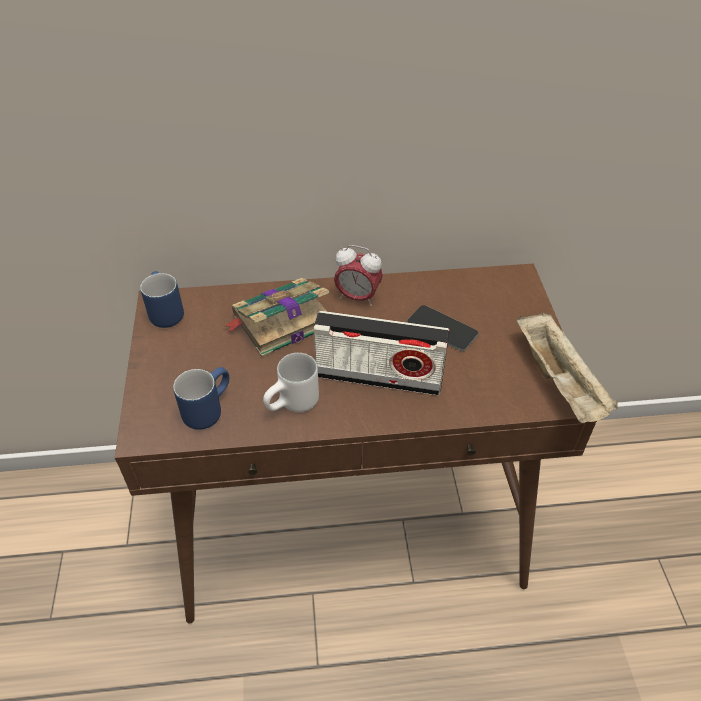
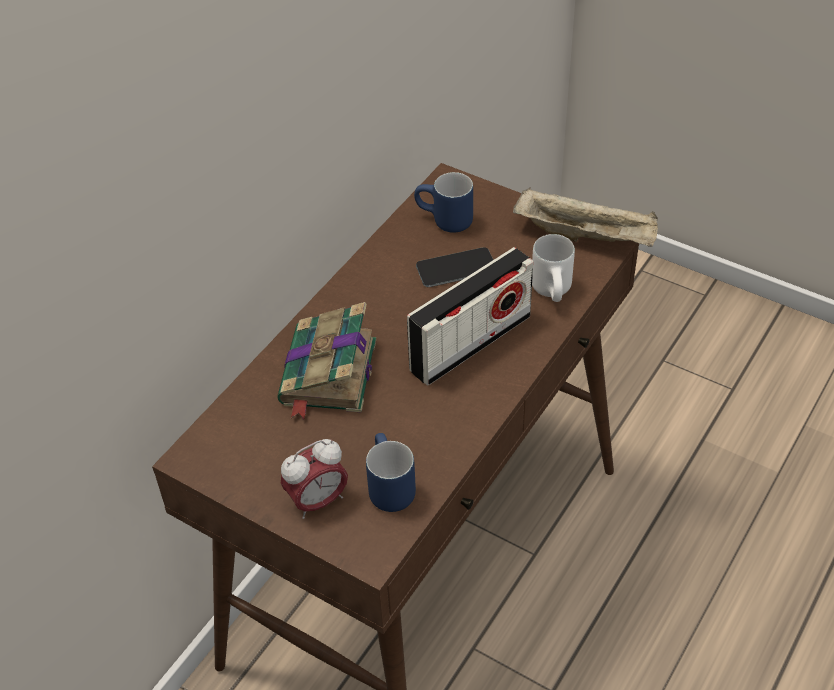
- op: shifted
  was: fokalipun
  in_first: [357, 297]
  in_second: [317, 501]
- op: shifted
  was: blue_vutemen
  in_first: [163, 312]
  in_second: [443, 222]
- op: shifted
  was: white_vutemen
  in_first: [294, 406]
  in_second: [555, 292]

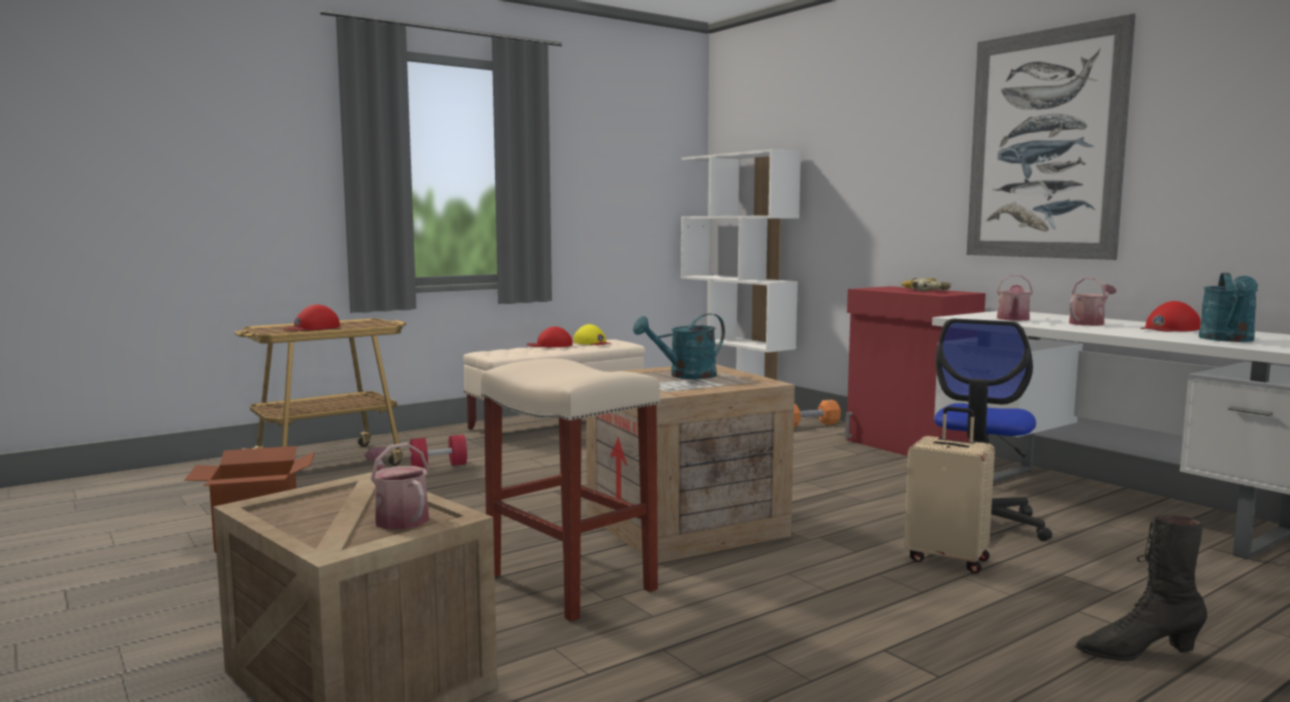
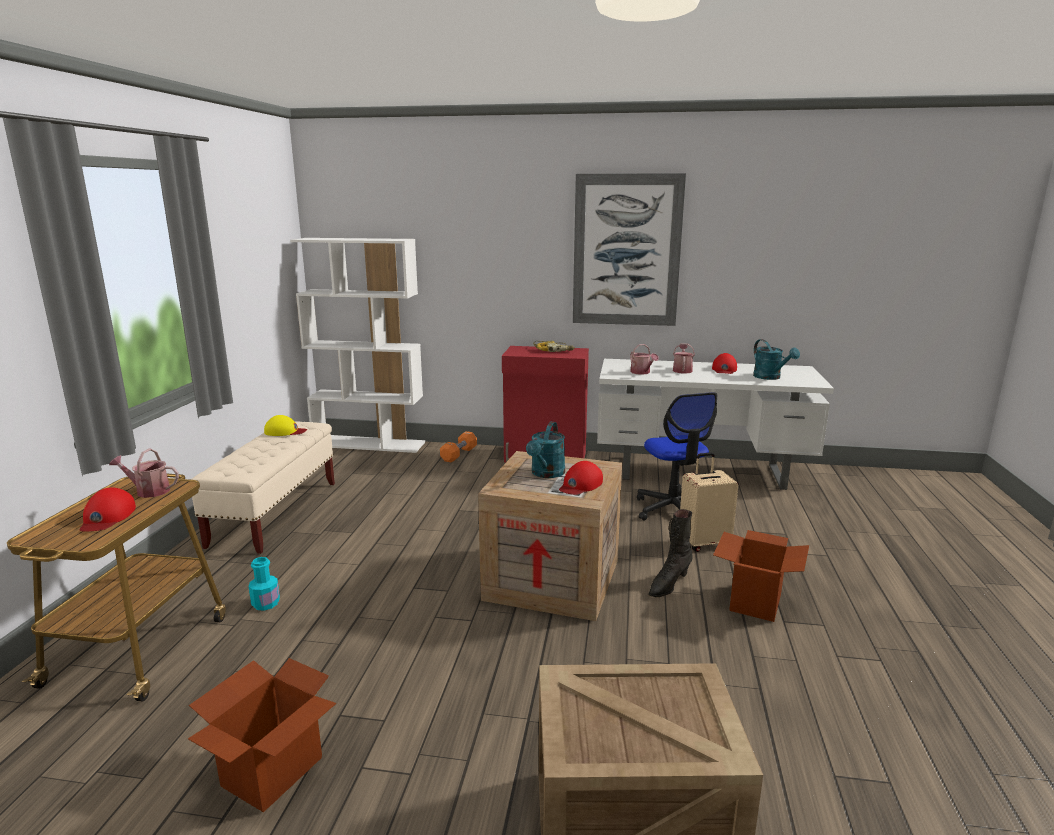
- op: shifted
  was: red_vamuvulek
  in_first: [550, 345]
  in_second: [580, 484]
- op: gone
  was: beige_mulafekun
  in_first: [573, 583]
- op: swapped
  was: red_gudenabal
  now: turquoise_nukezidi
  in_first: [438, 466]
  in_second: [266, 603]
- op: shifted
  was: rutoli
  in_first: [398, 518]
  in_second: [149, 491]
- op: shifted
  was: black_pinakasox
  in_first: [1137, 652]
  in_second: [668, 585]
- op: new
  now: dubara
  in_second: [755, 602]

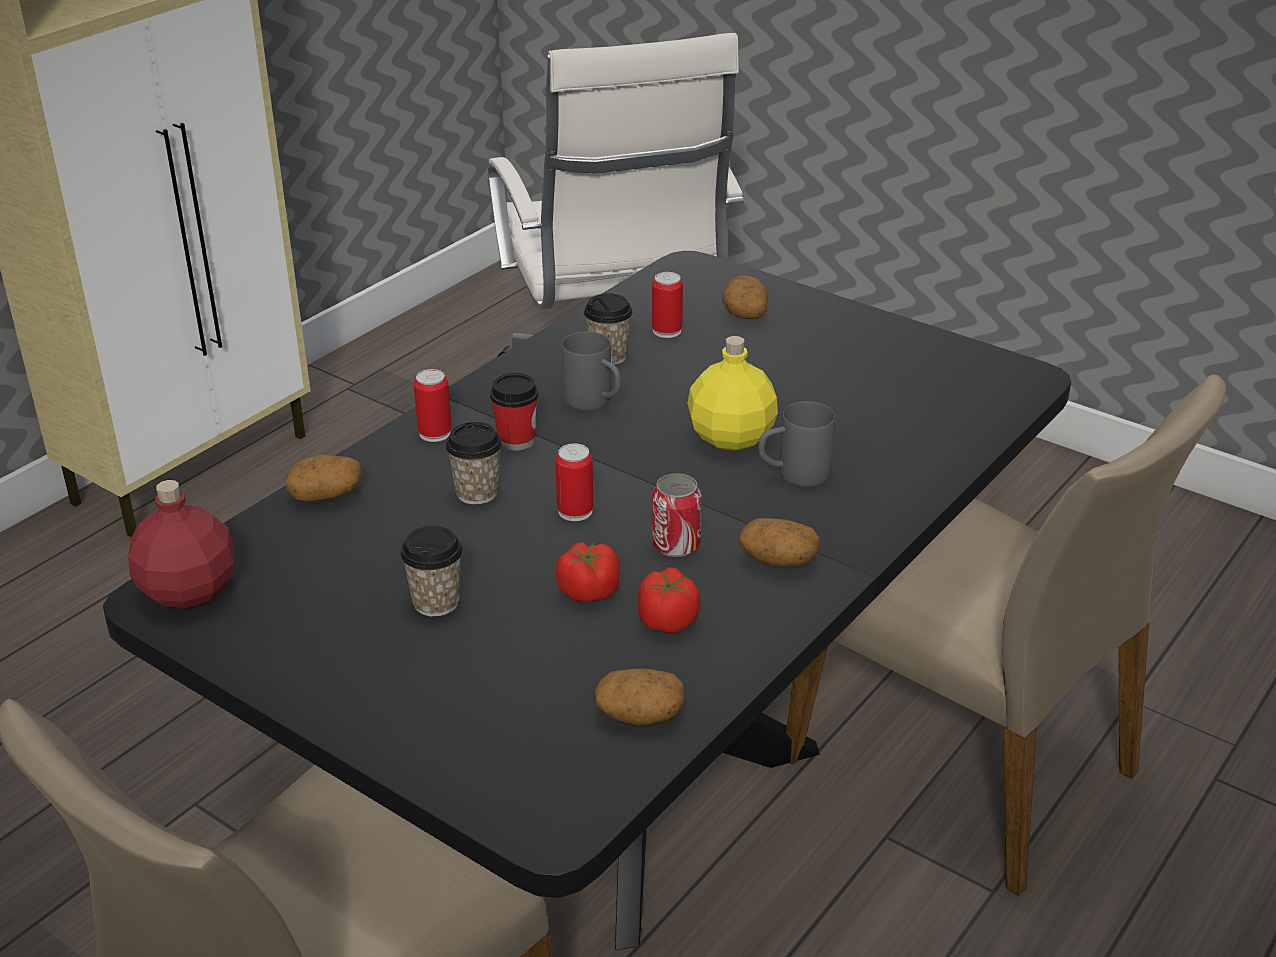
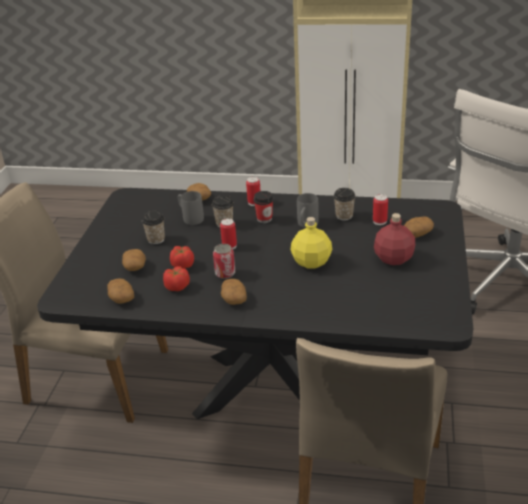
- op: shifted
  was: grey_vutemen
  in_first: [792, 475]
  in_second: [190, 218]
- op: shifted
  was: red_nukezidi
  in_first: [190, 590]
  in_second: [394, 259]
- op: new
  now: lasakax
  in_second: [135, 267]

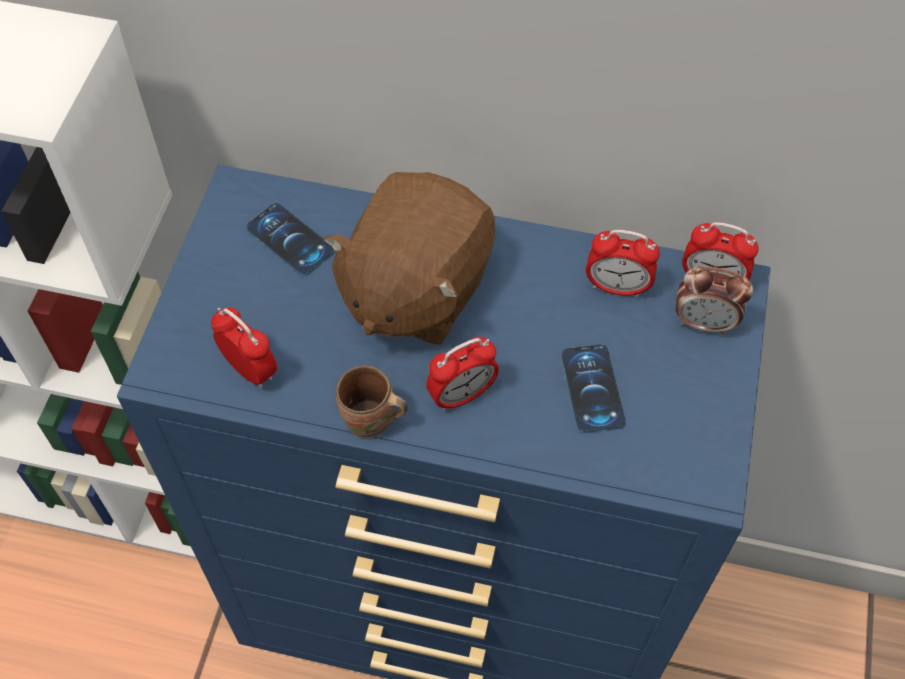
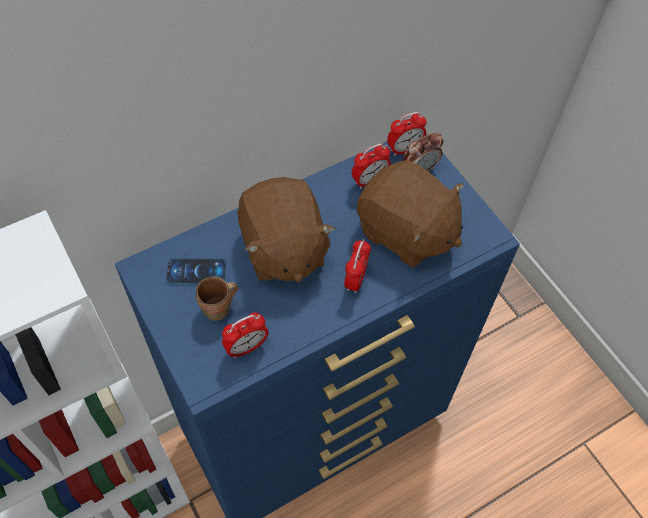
- op: rotated
  was: fokalipun
  in_first: [250, 369]
  in_second: [246, 347]
  clockwise: 150
- op: swapped
  was: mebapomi
  now: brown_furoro
  in_first: [592, 389]
  in_second: [406, 233]
- op: shifted
  was: brown_vutemen
  in_first: [370, 423]
  in_second: [219, 309]

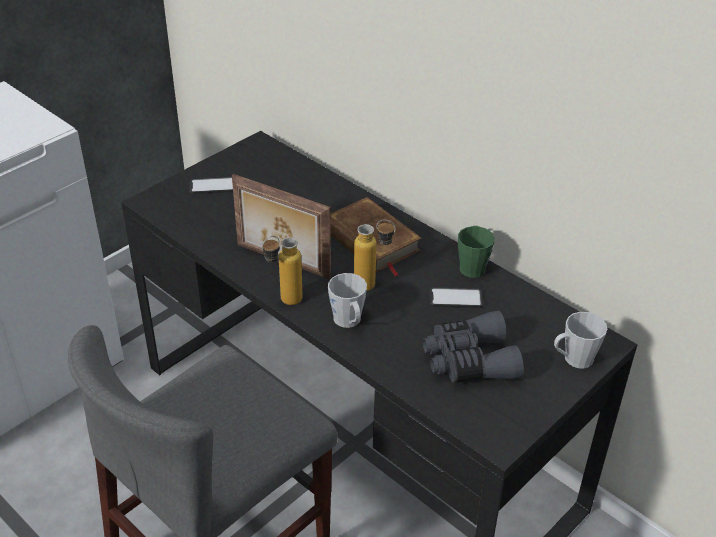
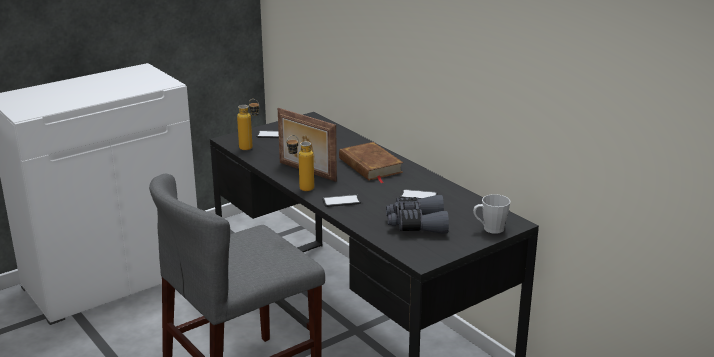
- op: shifted
  was: nukezidi
  in_first: [373, 286]
  in_second: [250, 149]
- op: gone
  was: green_vutemen
  in_first: [472, 265]
- op: swapped
  was: grey_vutemen
  now: mebapomi
  in_first: [349, 322]
  in_second: [341, 201]

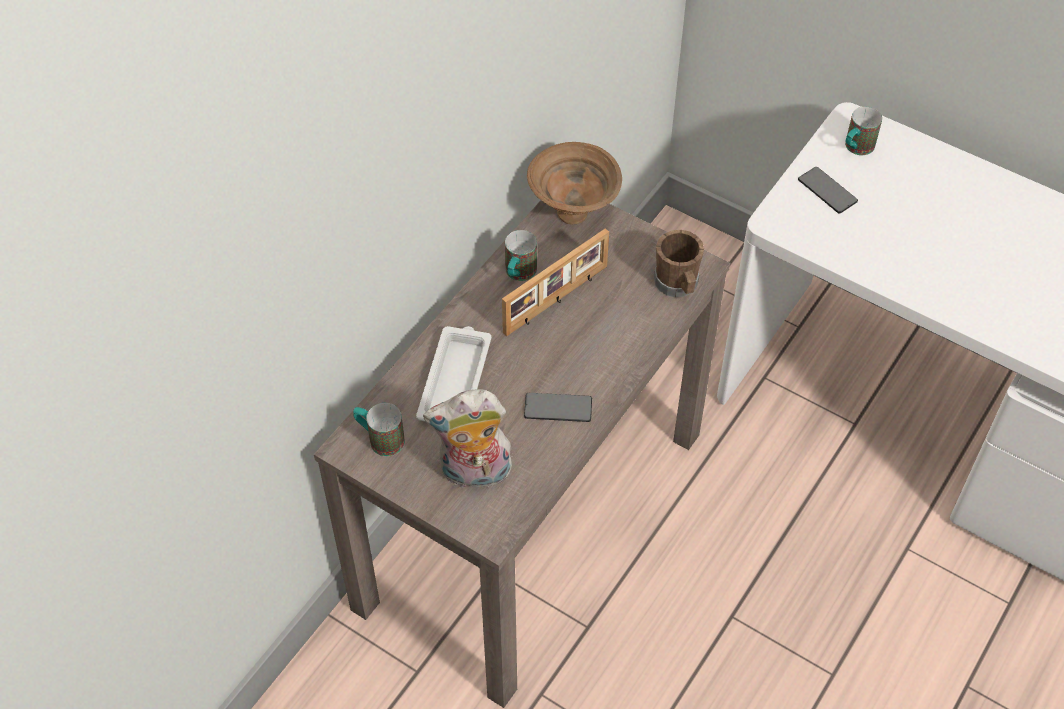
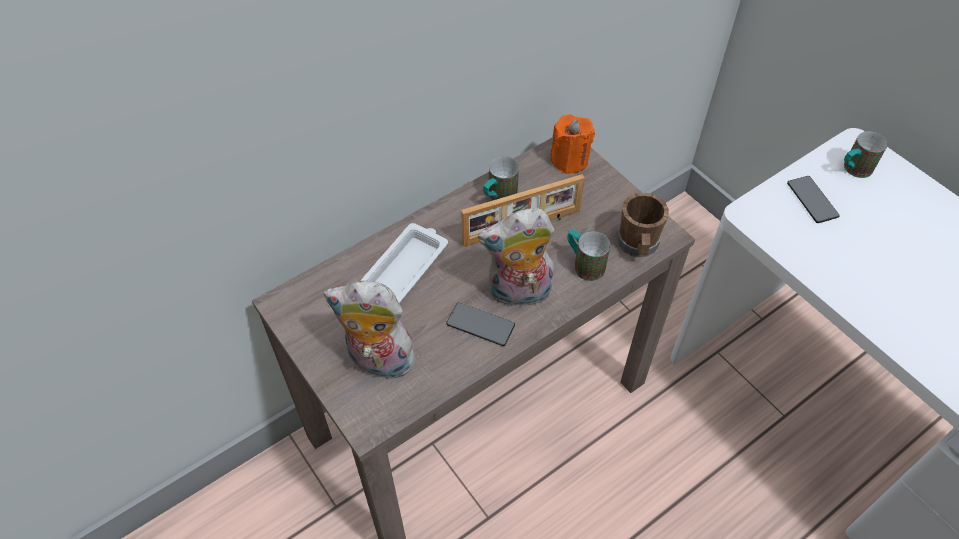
- op: swapped
  was: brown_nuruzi
  now: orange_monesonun
  in_first: [574, 214]
  in_second: [569, 160]
- op: shifted
  was: vutemen
  in_first: [380, 439]
  in_second: [583, 264]
- op: new
  now: furoro
  in_second: [518, 294]

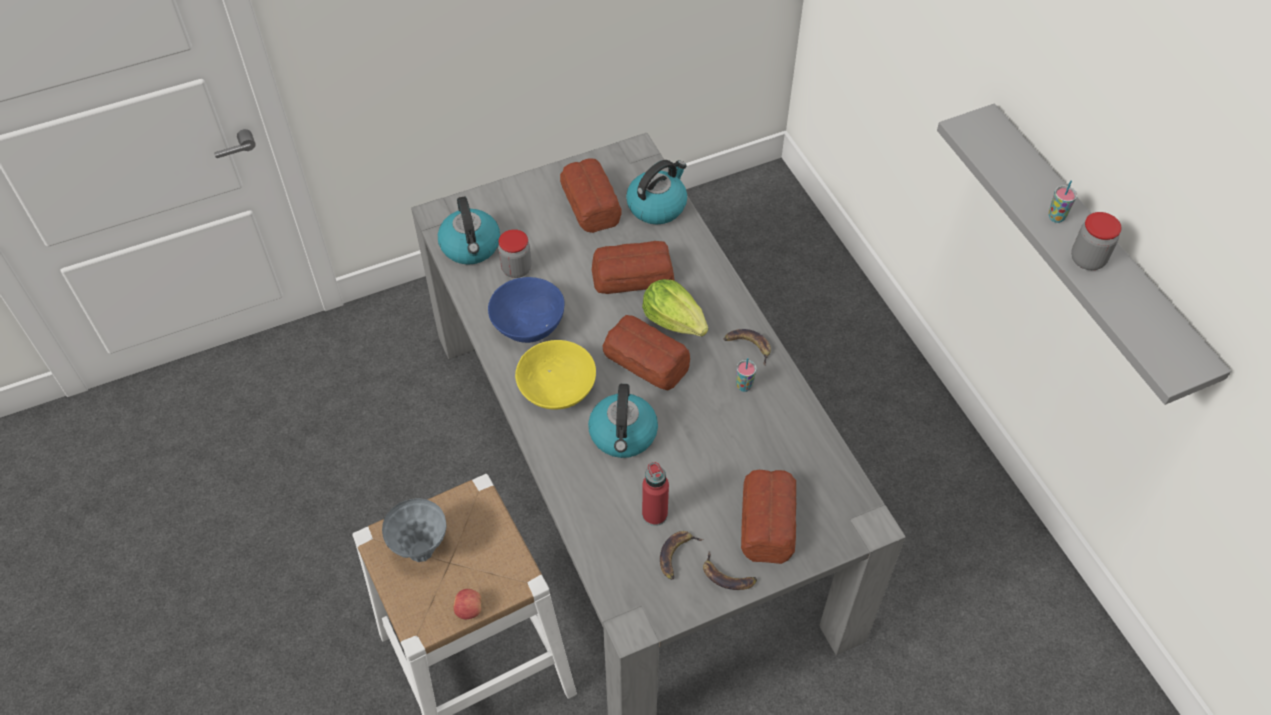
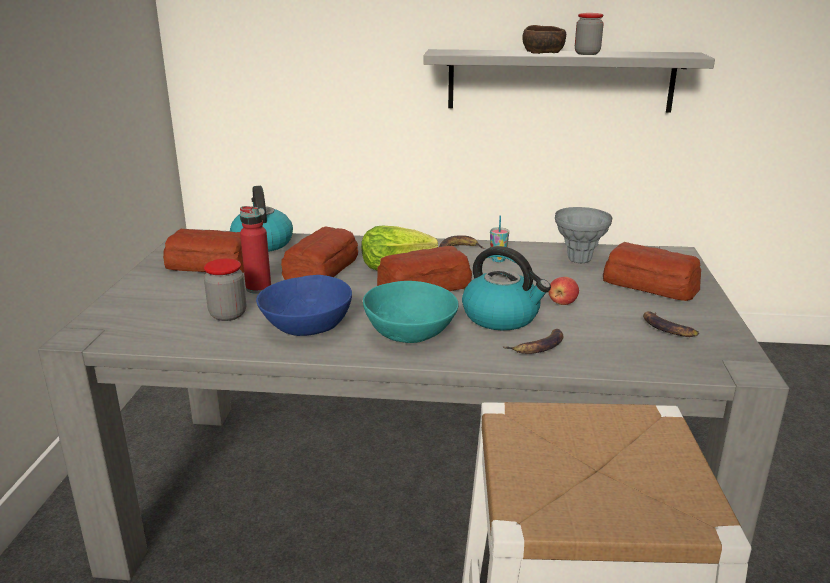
- op: swapped
  was: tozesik
  now: brown_nuruzi
  in_first: [1056, 217]
  in_second: [543, 53]
- op: gone
  was: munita
  in_first: [471, 246]
- op: repainted
  was: yellow_nuruzi
  now: turquoise_nuruzi
  in_first: [557, 389]
  in_second: [410, 333]
- op: shifted
  was: red_nukezidi
  in_first: [654, 514]
  in_second: [258, 288]
- op: shifted
  was: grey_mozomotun
  in_first: [421, 551]
  in_second: [579, 260]
- op: shifted
  was: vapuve
  in_first: [727, 576]
  in_second: [538, 346]
- op: shifted
  was: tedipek
  in_first: [468, 610]
  in_second: [562, 303]

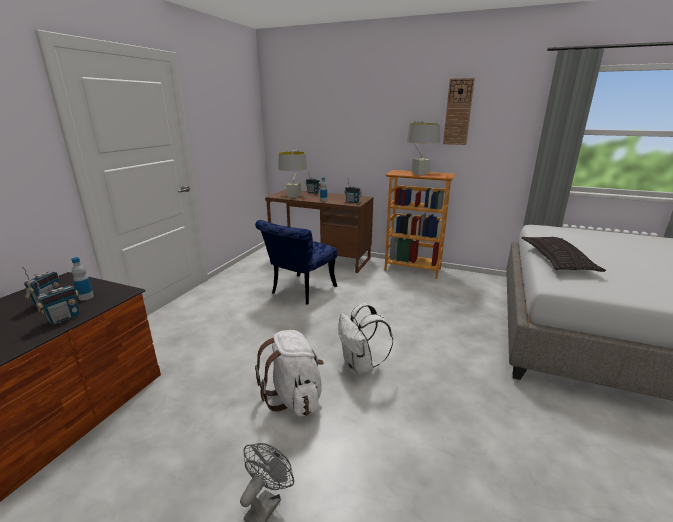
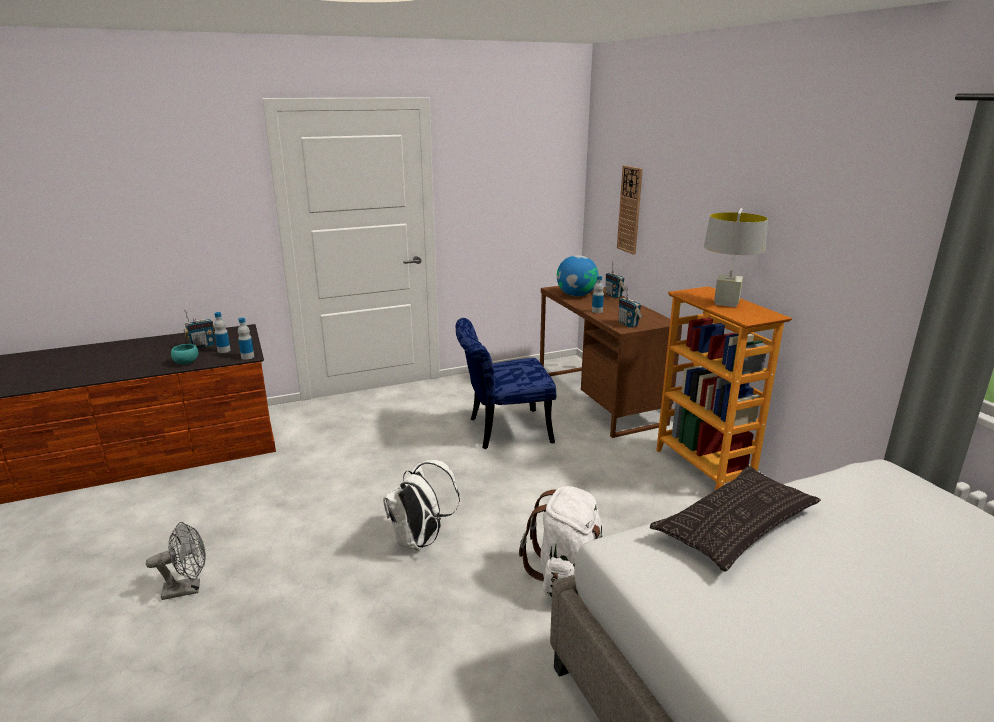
- op: shifted
  was: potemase
  in_first: [458, 112]
  in_second: [630, 210]
- op: swapped
  was: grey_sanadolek
  now: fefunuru
  in_first: [294, 196]
  in_second: [576, 295]
- op: swapped
  was: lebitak
  now: turquoise_nuruzi
  in_first: [64, 318]
  in_second: [187, 362]
- op: shifted
  was: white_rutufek
  in_first: [294, 397]
  in_second: [567, 576]
- op: new
  now: nukezidi
  in_second: [247, 357]

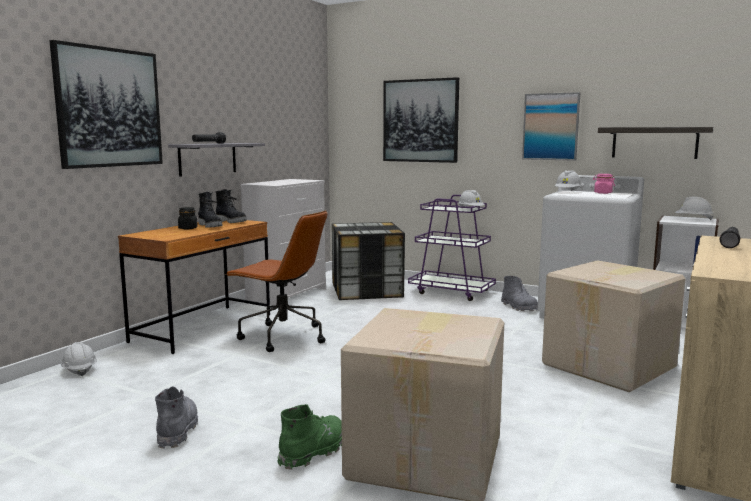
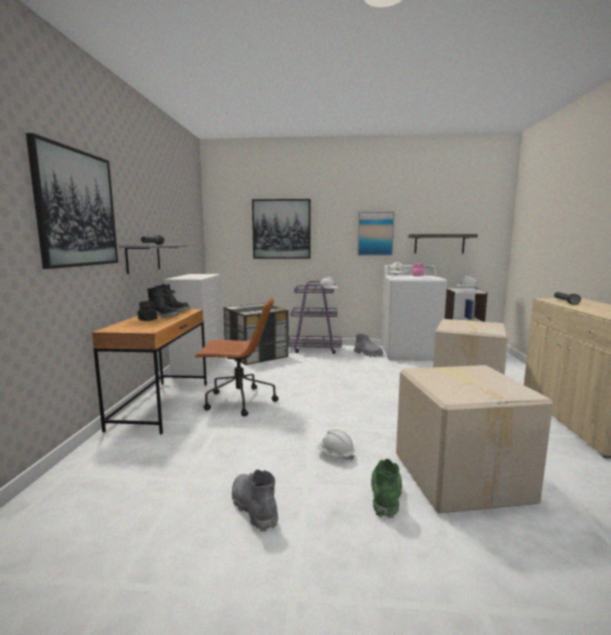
- op: shifted
  was: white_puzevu
  in_first: [79, 370]
  in_second: [335, 455]

